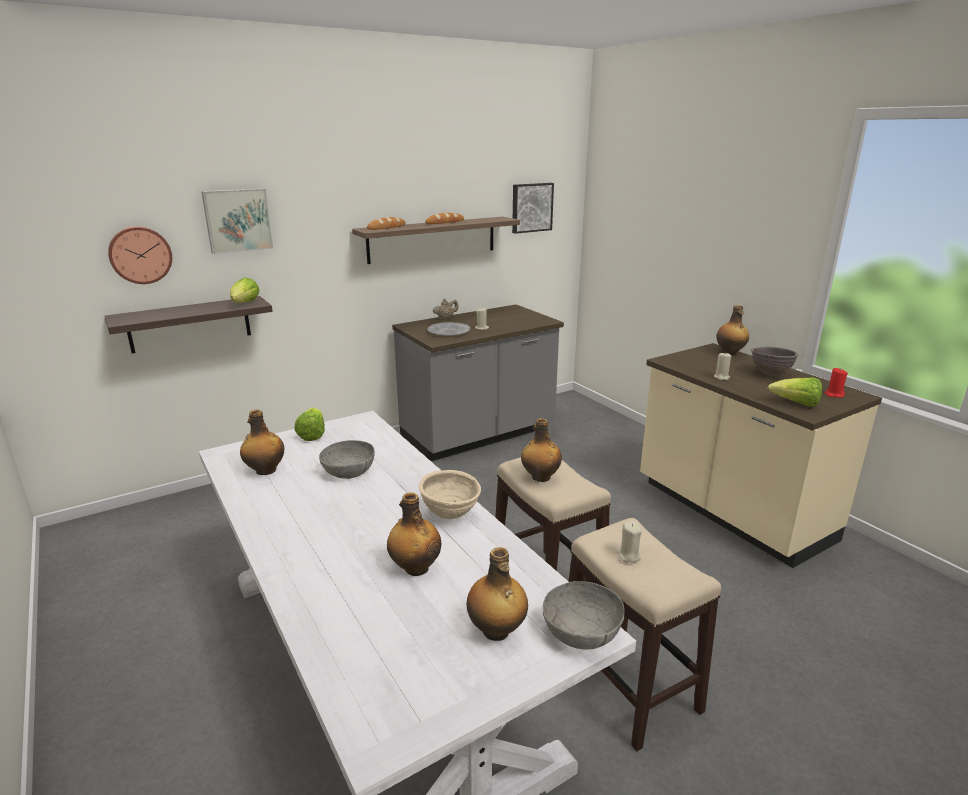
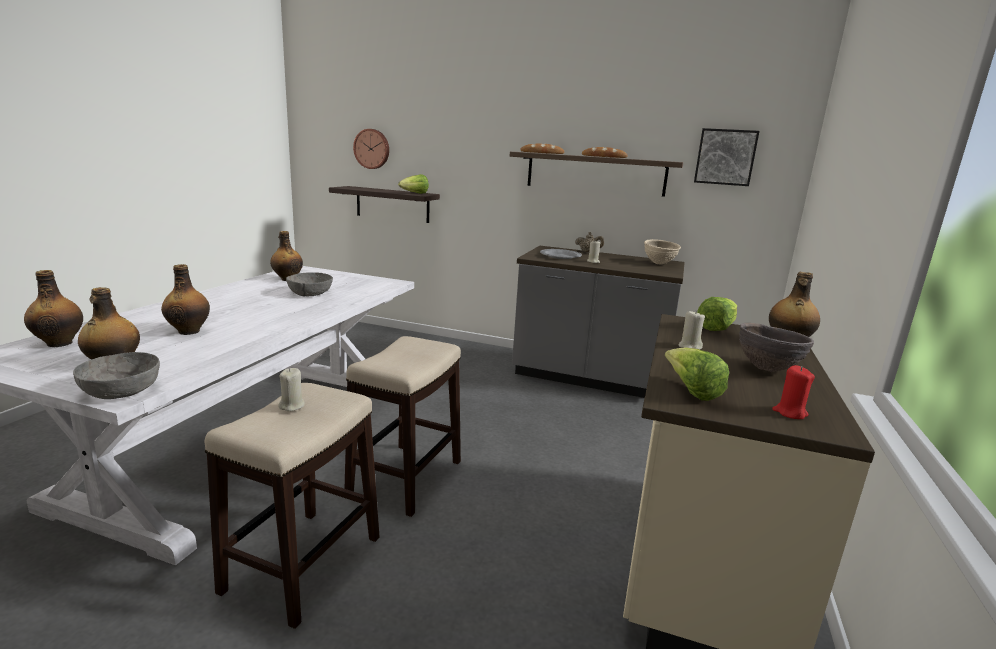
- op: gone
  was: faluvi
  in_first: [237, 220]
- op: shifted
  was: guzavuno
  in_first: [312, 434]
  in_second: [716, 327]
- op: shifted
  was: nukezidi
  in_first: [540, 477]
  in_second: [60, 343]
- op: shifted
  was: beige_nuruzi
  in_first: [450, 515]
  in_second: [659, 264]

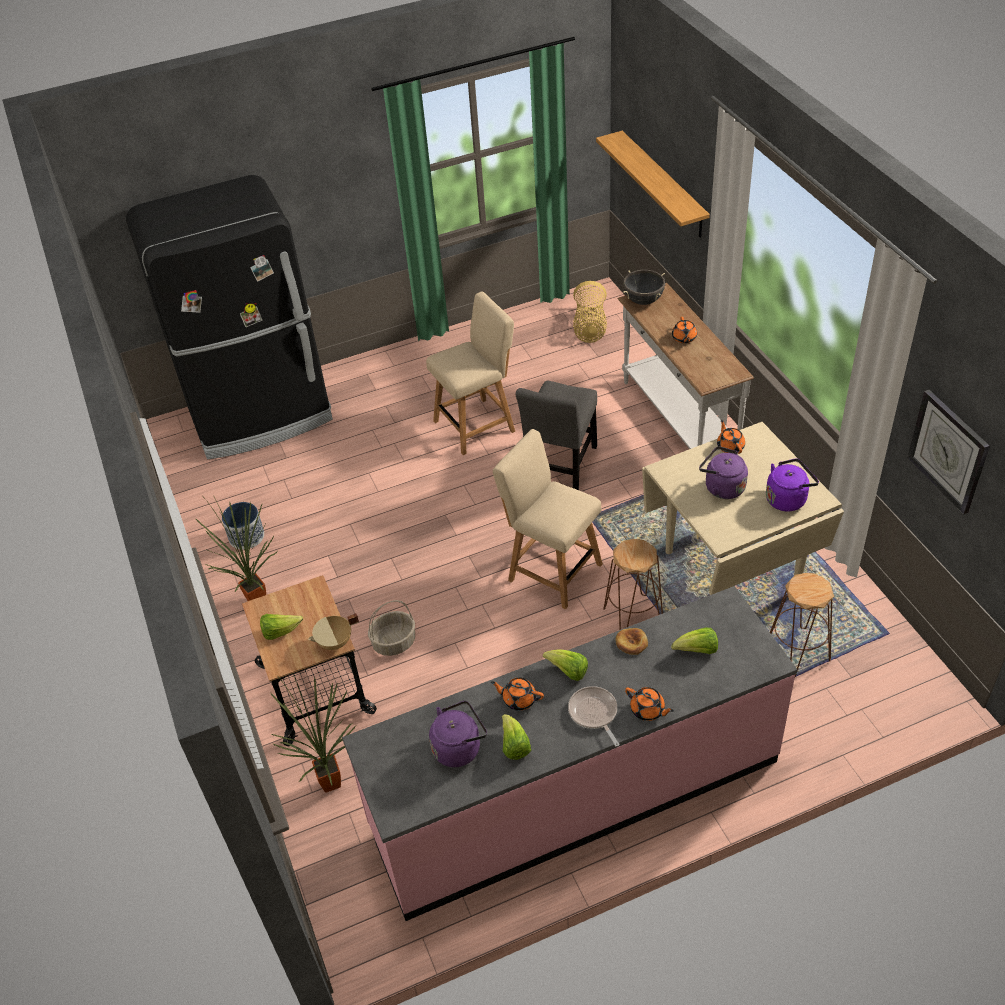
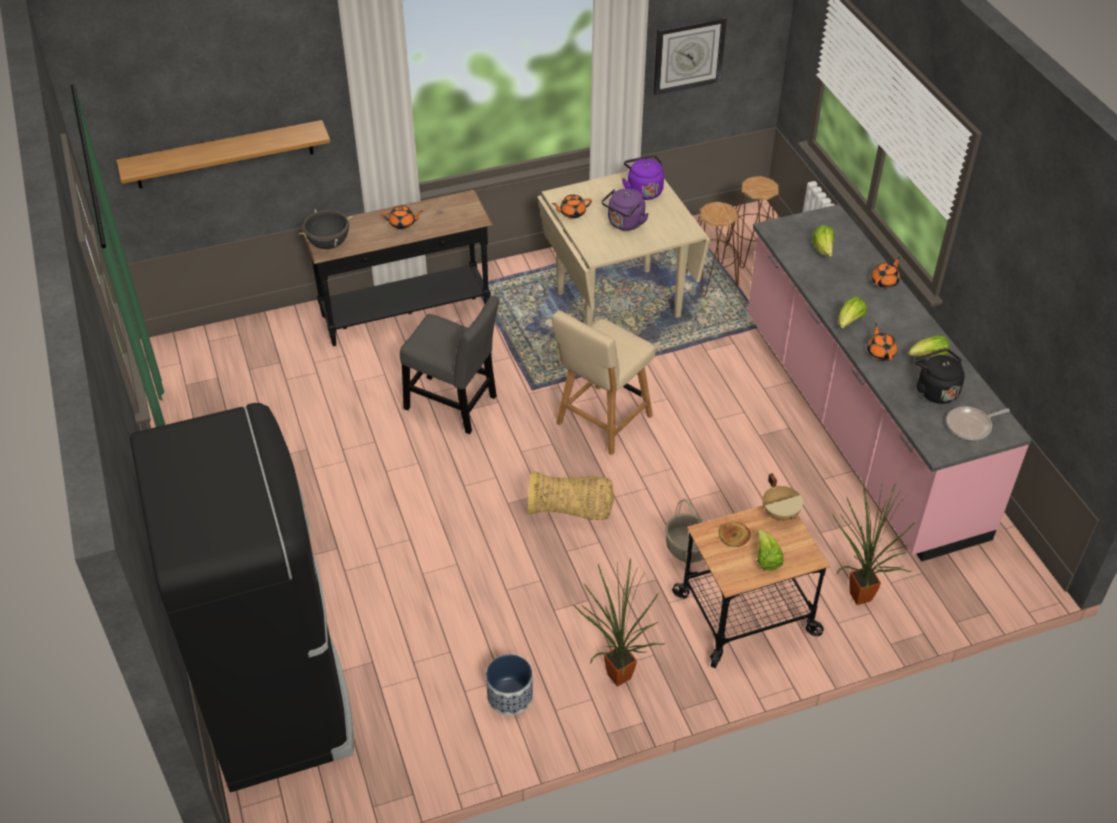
- op: shifted
  was: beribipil
  in_first: [589, 326]
  in_second: [571, 510]
- op: repainted
  was: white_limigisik
  now: black_limigisik
  in_first: [677, 420]
  in_second: [406, 314]
- op: gone
  was: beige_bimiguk
  in_first: [477, 424]
- op: shifted
  was: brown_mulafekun
  in_first: [632, 617]
  in_second: [751, 253]
- op: shifted
  was: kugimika
  in_first: [631, 643]
  in_second: [734, 536]
- op: rotated
  was: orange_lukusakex
  in_first: [518, 699]
  in_second: [880, 352]
  clockwise: 150
- op: shifted
  was: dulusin
  in_first: [594, 713]
  in_second: [971, 426]
- op: repainted
  was: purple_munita
  now: black_munita
  in_first: [459, 747]
  in_second: [934, 390]

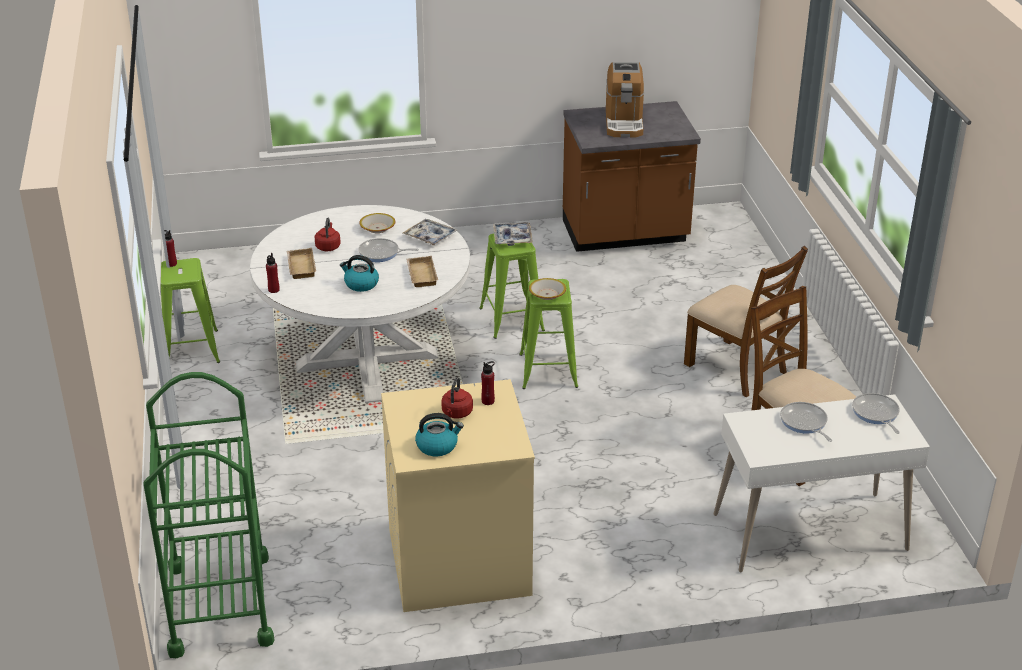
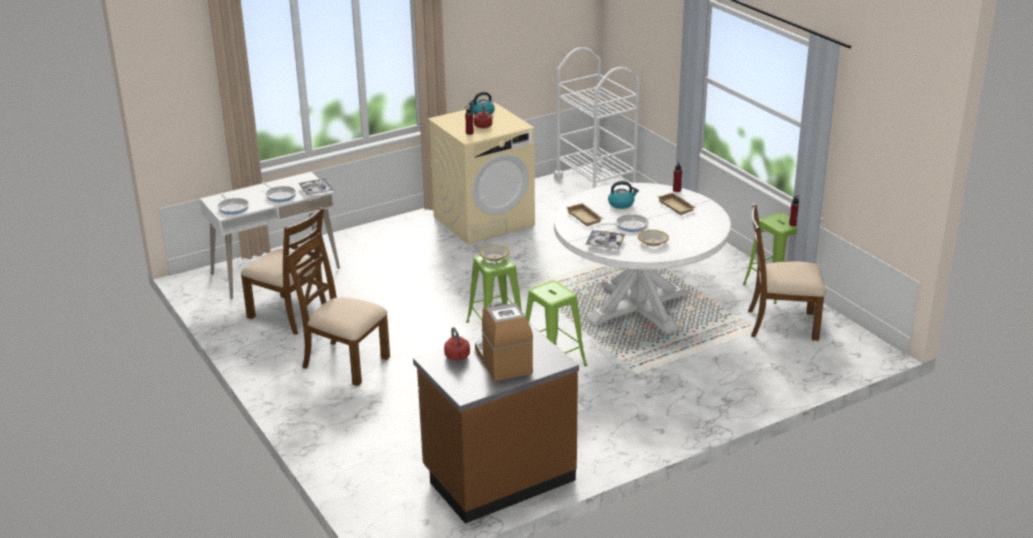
- op: shifted
  was: red_munita
  in_first: [328, 246]
  in_second: [457, 357]
- op: shifted
  was: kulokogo
  in_first: [512, 238]
  in_second: [317, 190]
- op: repainted
  was: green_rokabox
  now: white_rokabox
  in_first: [219, 604]
  in_second: [596, 184]
- op: new
  now: brown_bimiguk
  in_second: [781, 324]

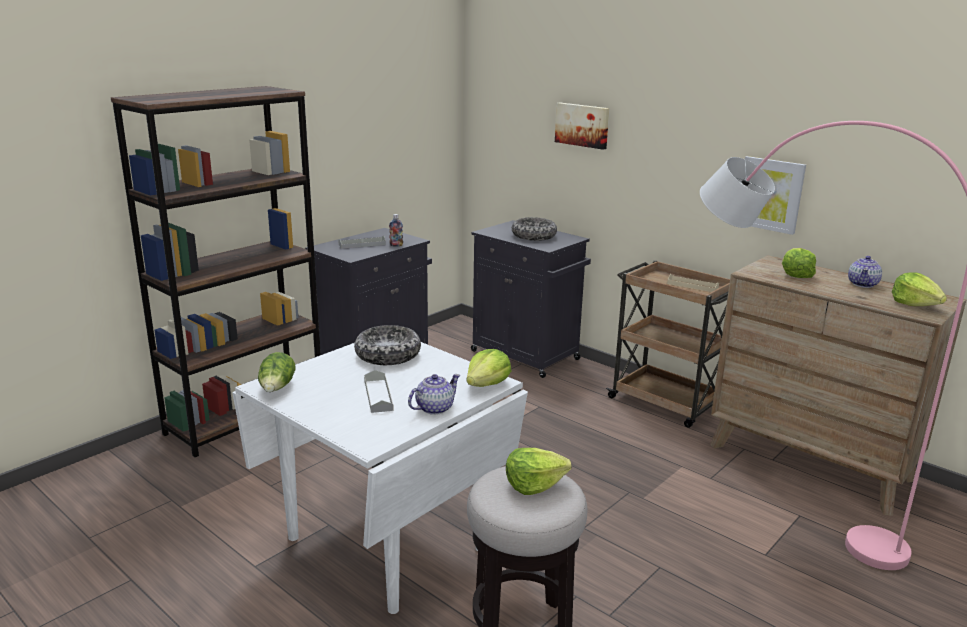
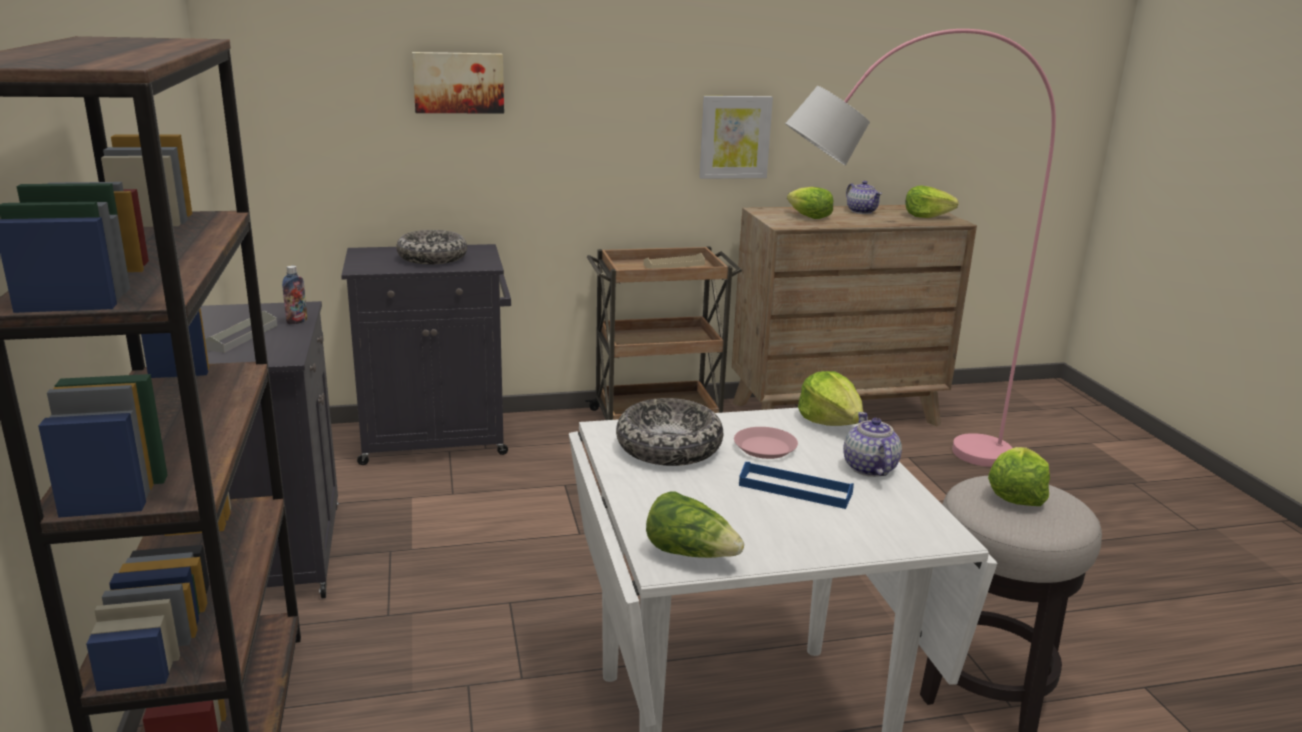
- op: repainted
  was: grey_kulokogo
  now: blue_kulokogo
  in_first: [378, 395]
  in_second: [795, 489]
- op: new
  now: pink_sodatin
  in_second: [764, 447]

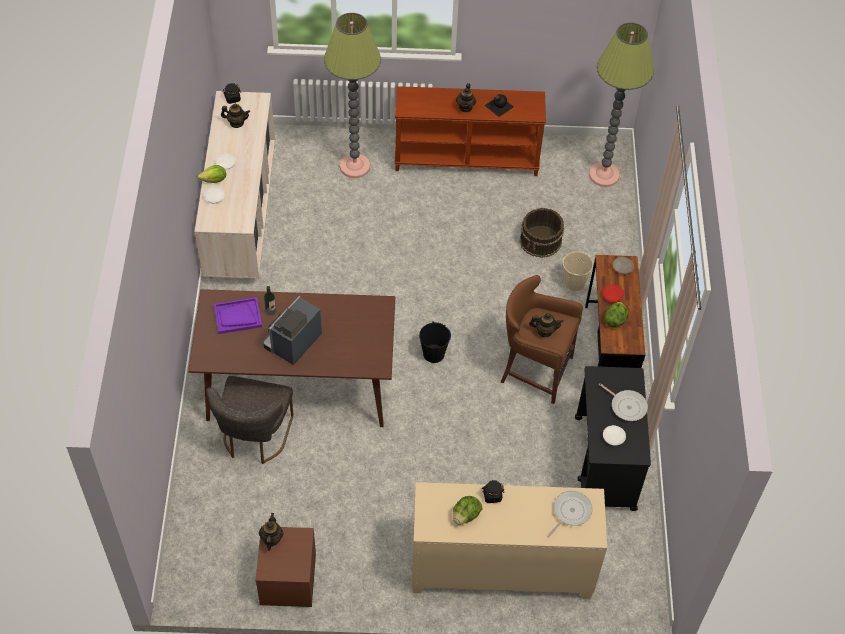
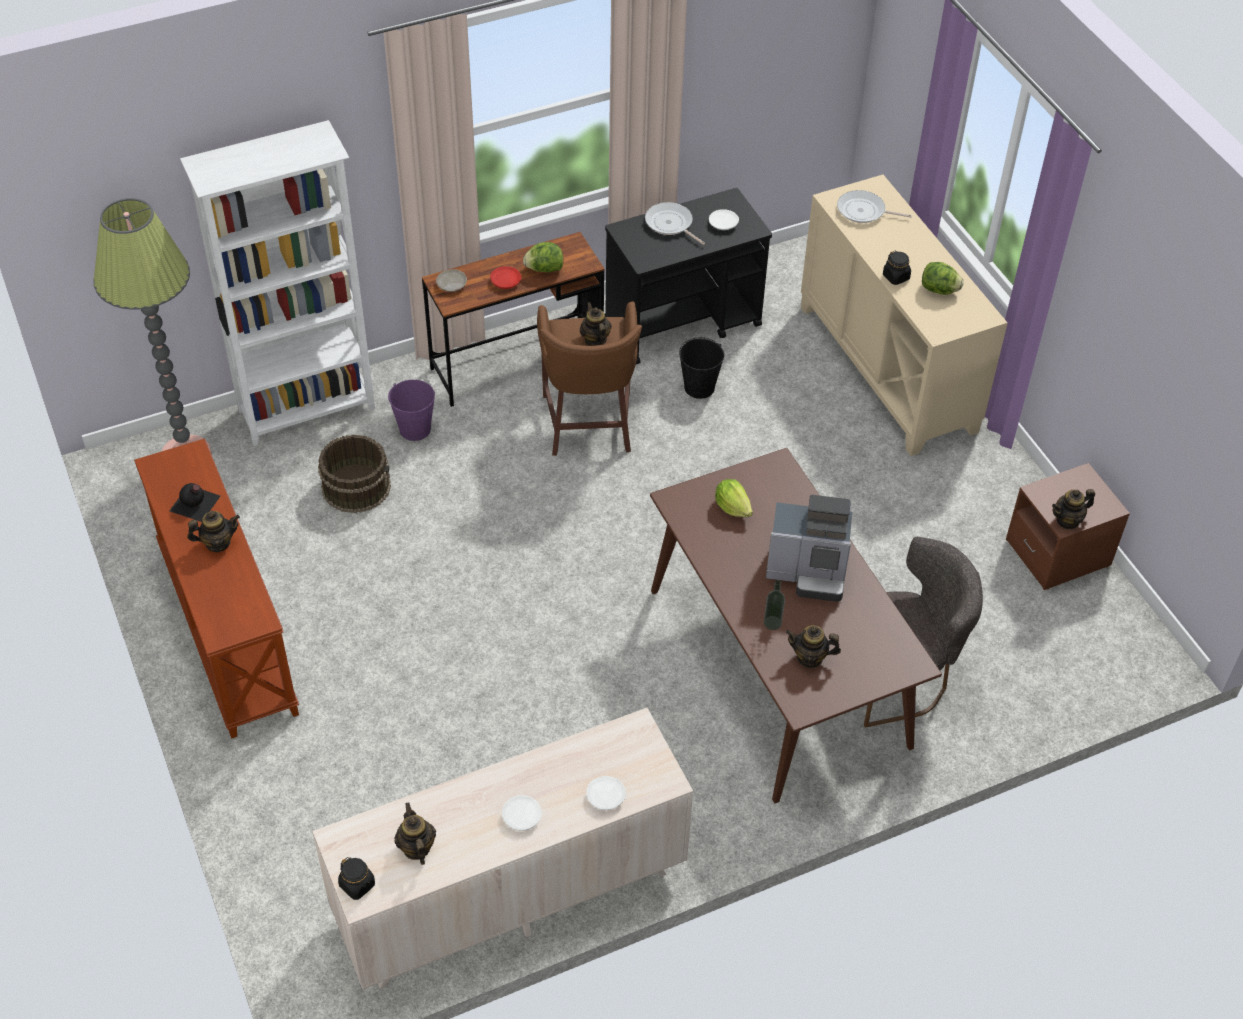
- op: gone
  was: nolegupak
  in_first: [354, 166]
- op: shifted
  was: guzavuno
  in_first: [214, 180]
  in_second: [732, 507]
- op: repainted
  was: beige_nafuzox
  now: purple_nafuzox
  in_first: [574, 282]
  in_second: [415, 429]
- op: swapped
  was: purple_kulokogo
  now: lukusakex
  in_first: [237, 316]
  in_second: [810, 658]
- op: shifted
  was: black_nafuzox
  in_first: [433, 354]
  in_second: [699, 387]
- op: rotated
  was: dulusin
  in_first: [627, 406]
  in_second: [670, 224]
  clockwise: -60
- op: new
  now: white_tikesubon
  in_second: [308, 410]

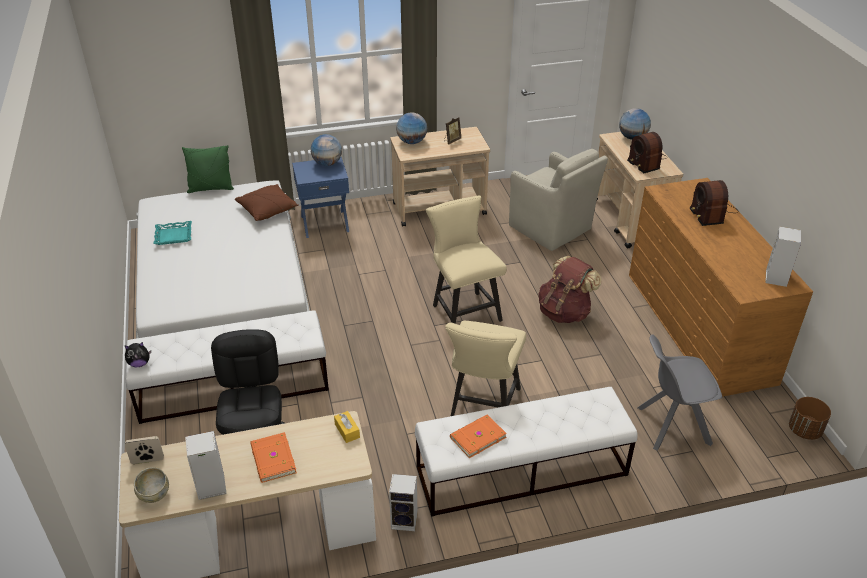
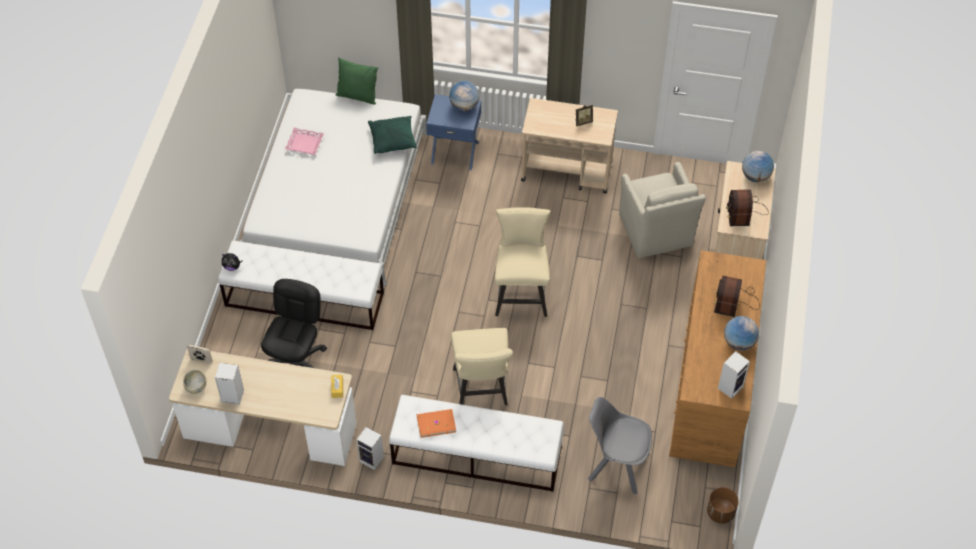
- op: shifted
  was: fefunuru
  in_first: [411, 142]
  in_second: [739, 342]
- op: repainted
  was: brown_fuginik
  now: green_fuginik
  in_first: [267, 209]
  in_second: [393, 140]
- op: repainted
  was: turquoise_kulokogo
  now: pink_kulokogo
  in_first: [173, 236]
  in_second: [304, 144]
- op: gone
  was: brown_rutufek
  in_first: [564, 312]
- op: rotated
  was: beige_bimiguk
  in_first: [483, 406]
  in_second: [481, 390]
  clockwise: -45
- op: gone
  was: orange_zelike
  in_first: [272, 459]

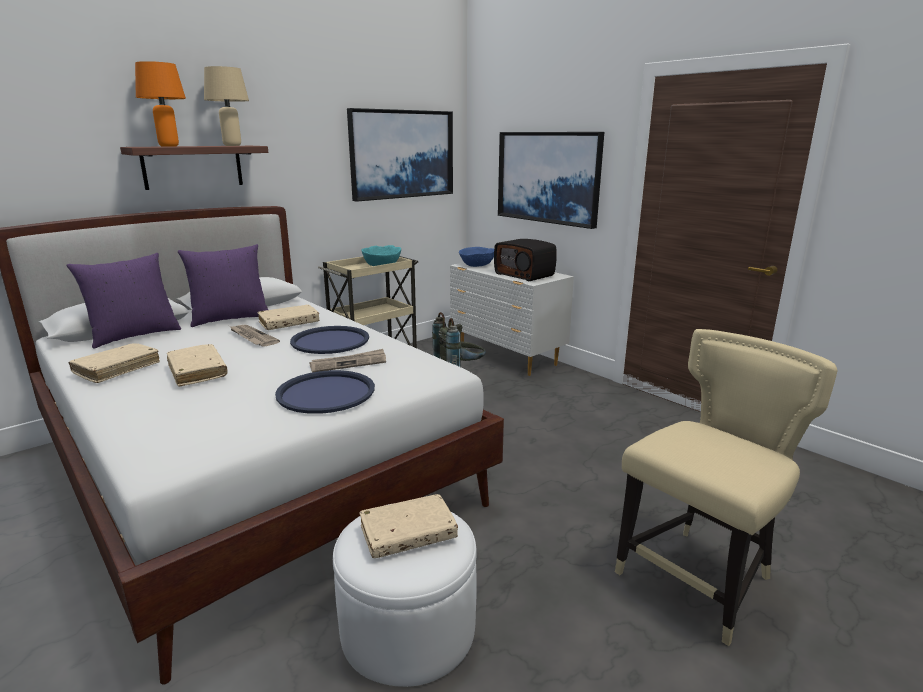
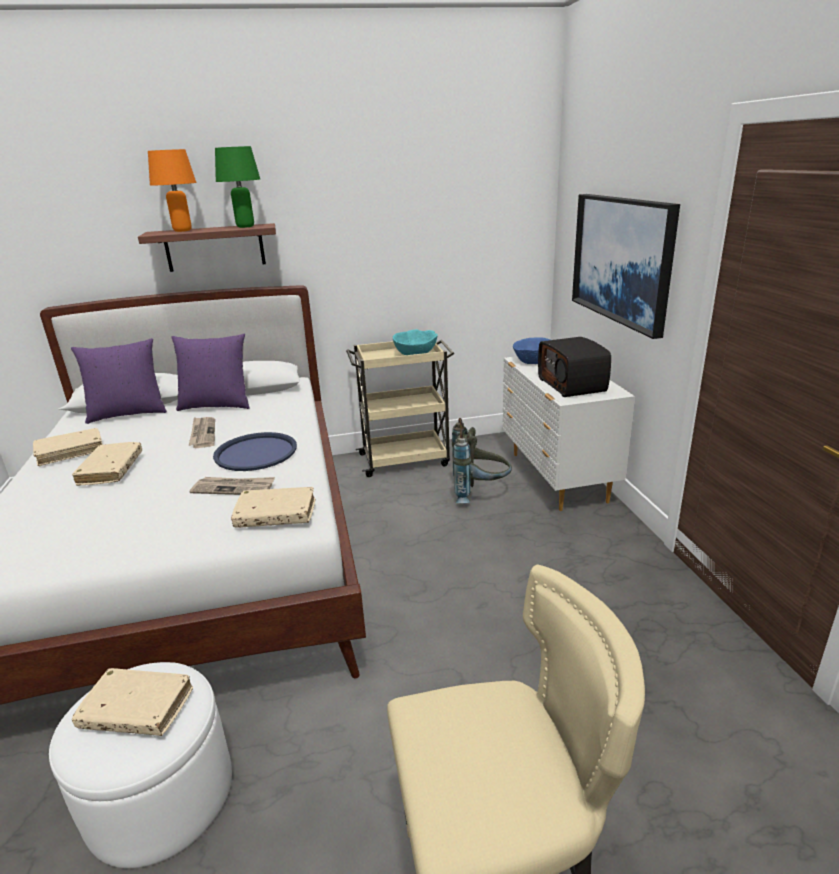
- op: repainted
  was: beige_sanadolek
  now: green_sanadolek
  in_first: [232, 145]
  in_second: [245, 226]
- op: gone
  was: faluvi
  in_first: [402, 154]
- op: shifted
  was: beige_zelike
  in_first: [289, 323]
  in_second: [276, 515]
- op: gone
  was: blue_kulokogo
  in_first: [326, 393]

